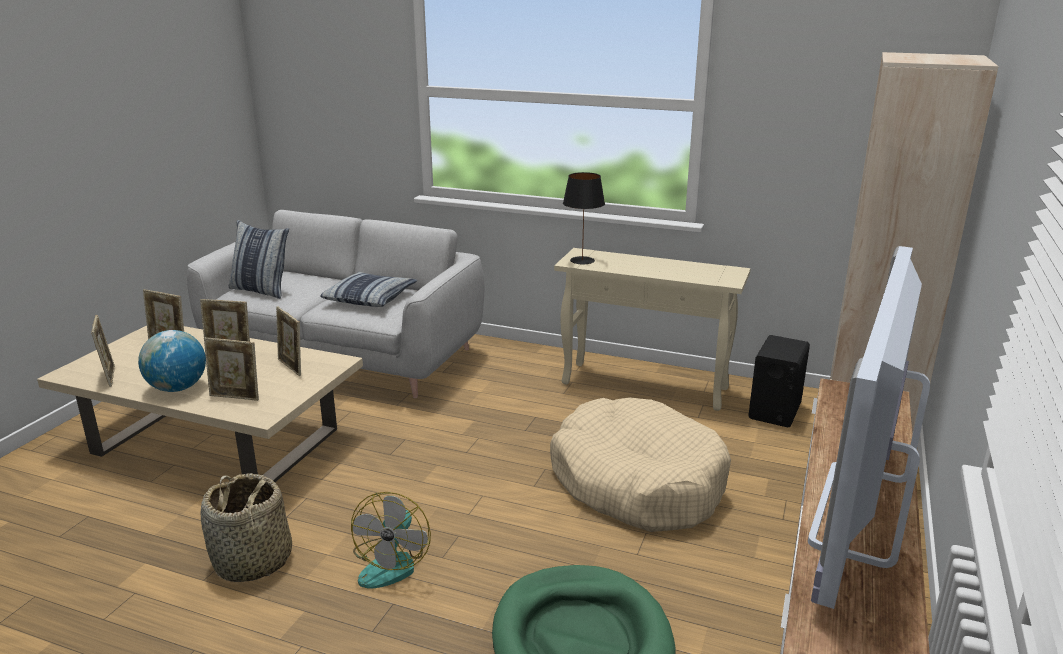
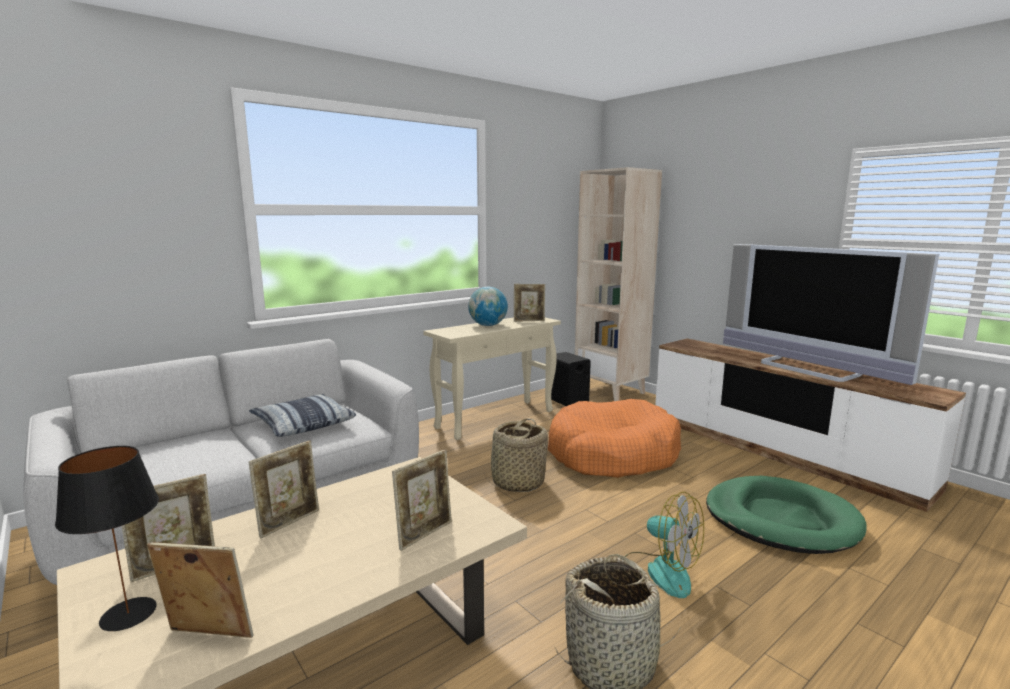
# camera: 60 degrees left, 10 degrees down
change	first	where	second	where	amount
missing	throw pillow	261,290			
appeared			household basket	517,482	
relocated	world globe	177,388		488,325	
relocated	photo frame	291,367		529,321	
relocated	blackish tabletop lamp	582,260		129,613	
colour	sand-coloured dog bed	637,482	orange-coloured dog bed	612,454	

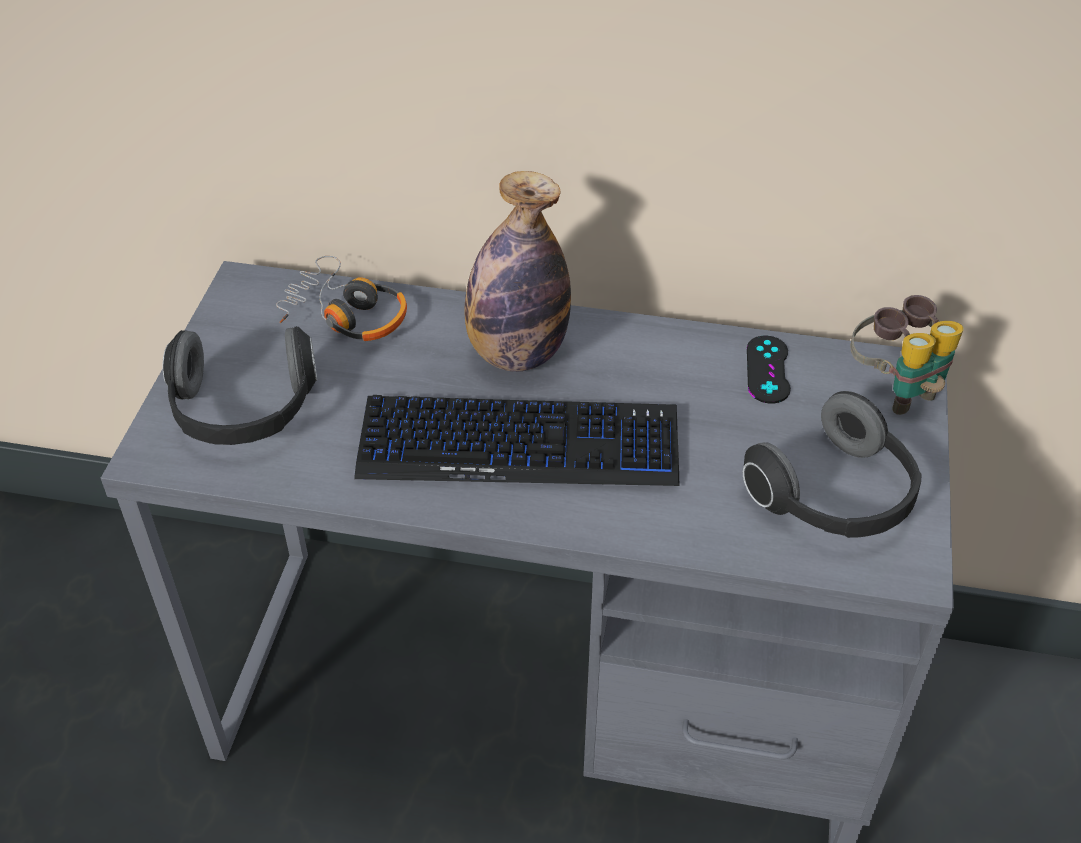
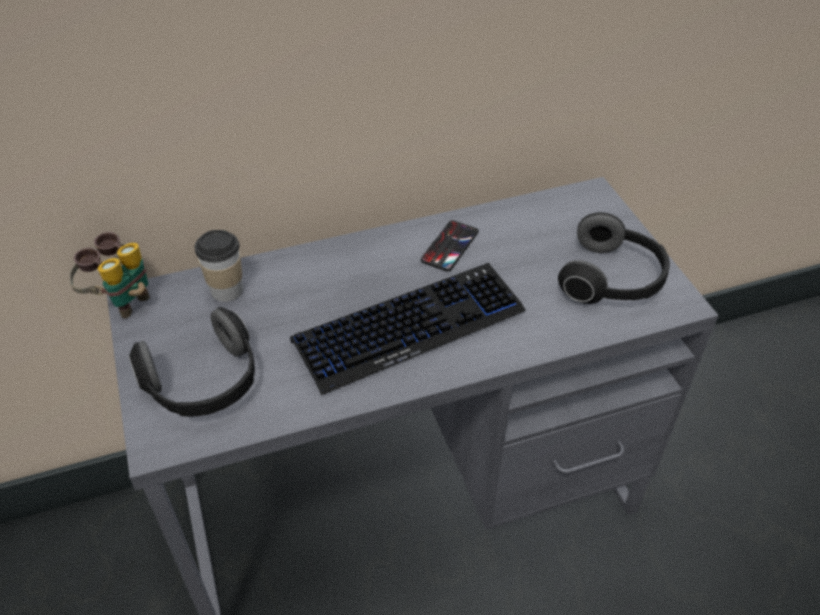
# camera: 30 degrees left, 0 degrees up
change	first	where	second	where	amount
missing	bottle	516,354			
missing	blackish game controller	768,370			
appeared			phone	449,246	
relocated	binoculars	895,387		121,300	
exchanged	pair of headphones	345,314	cup	227,290	

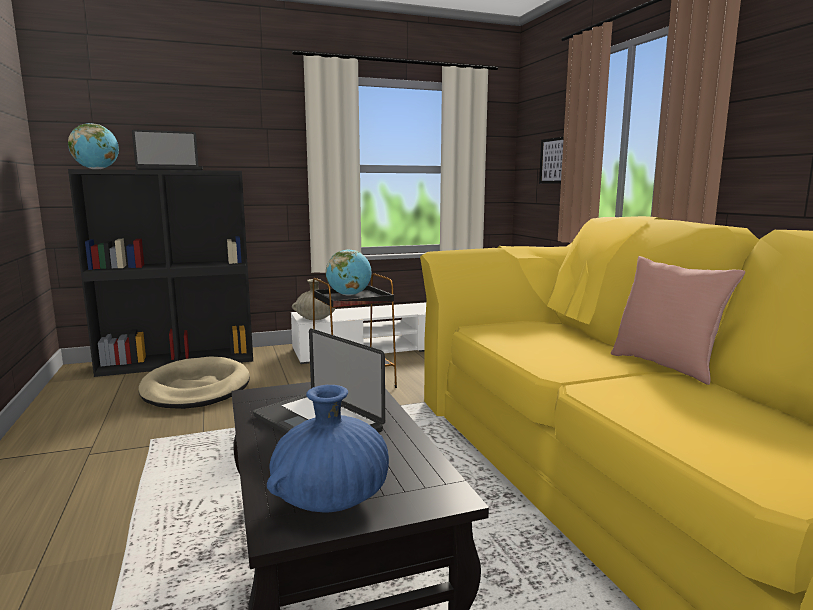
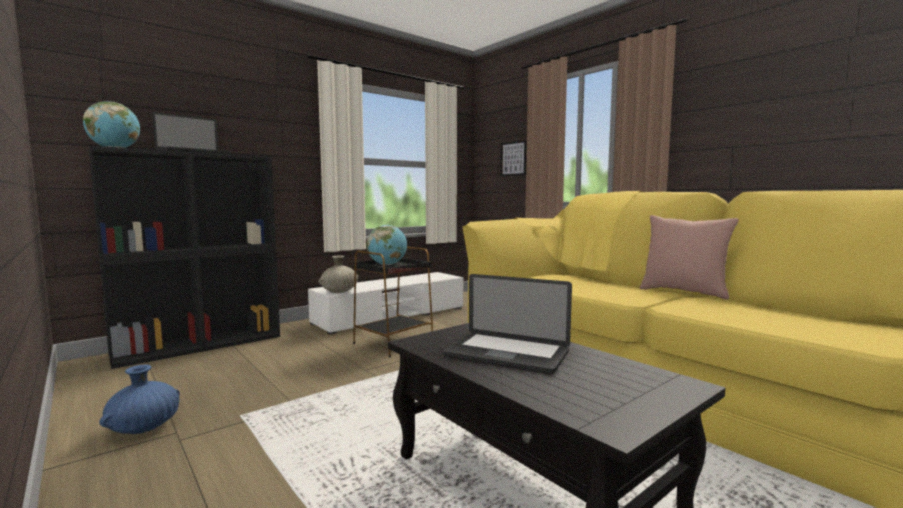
# camera: 20 degrees left, 5 degrees down
change	first	where	second	where	amount
missing	sand-coloured dog bed	196,388			
relocated	blue-coloured vase	332,500		144,428	

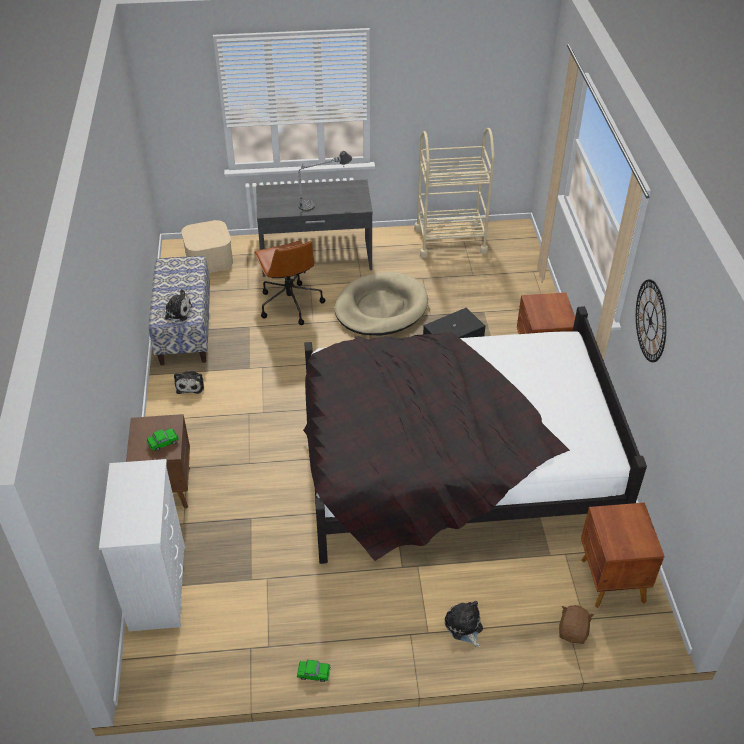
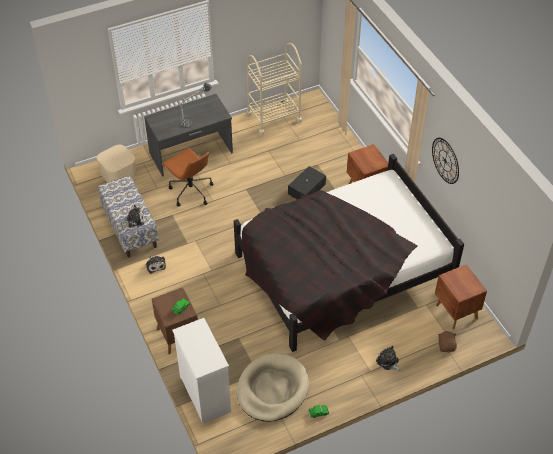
# camera: 20 degrees left, 5 degrees up
change	first	where	second	where	amount
relocated	sand-coloured dog bed	381,308		272,389	

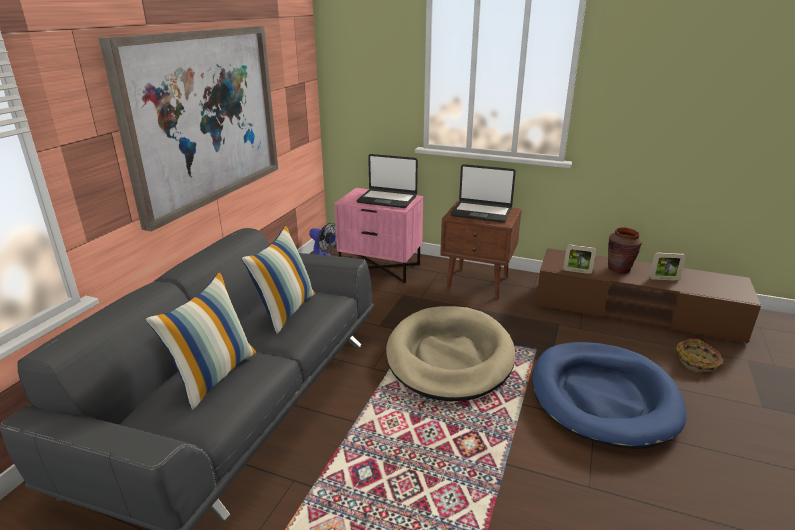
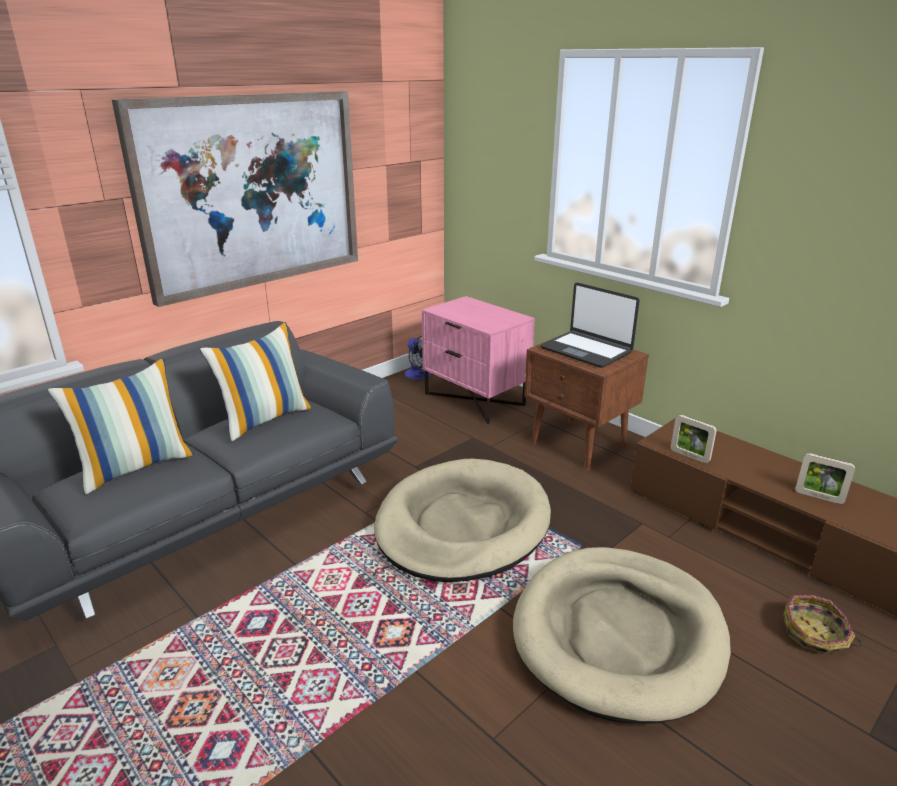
# camera: 25 degrees right, 0 degrees up
change	first	where	second	where	amount
missing	portable computer	387,199			
missing	brownish vase	619,269			
colour	blue-coloured dog bed	603,397	sand-coloured dog bed	618,634	

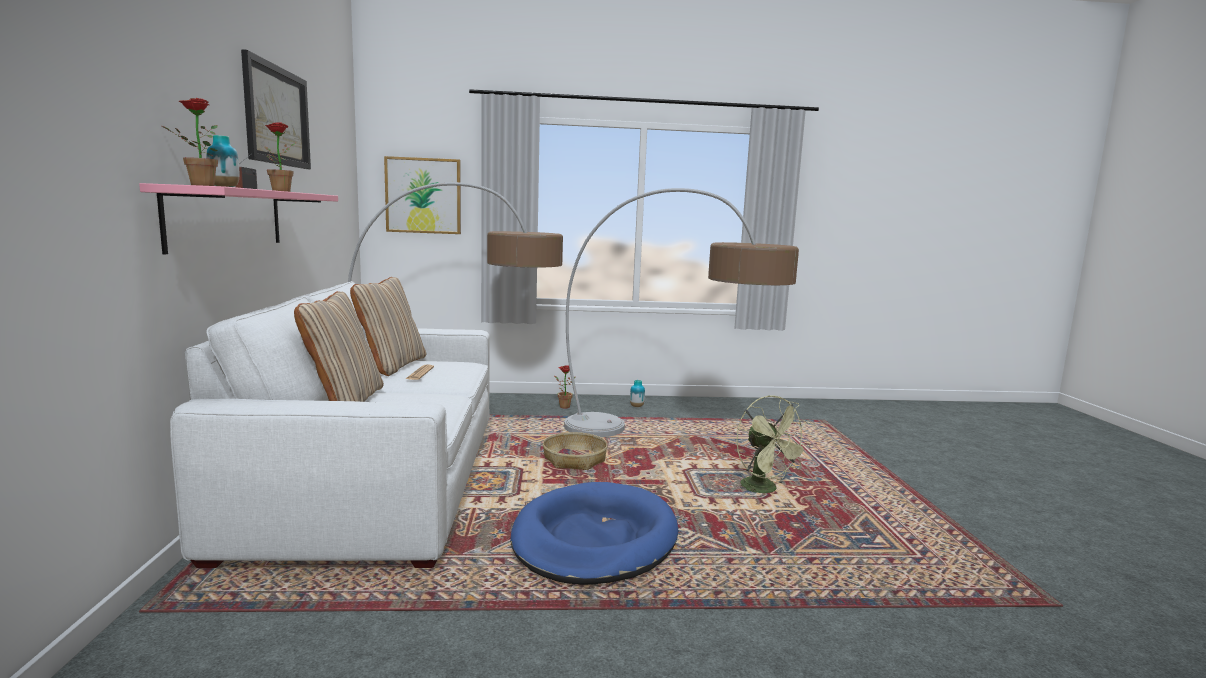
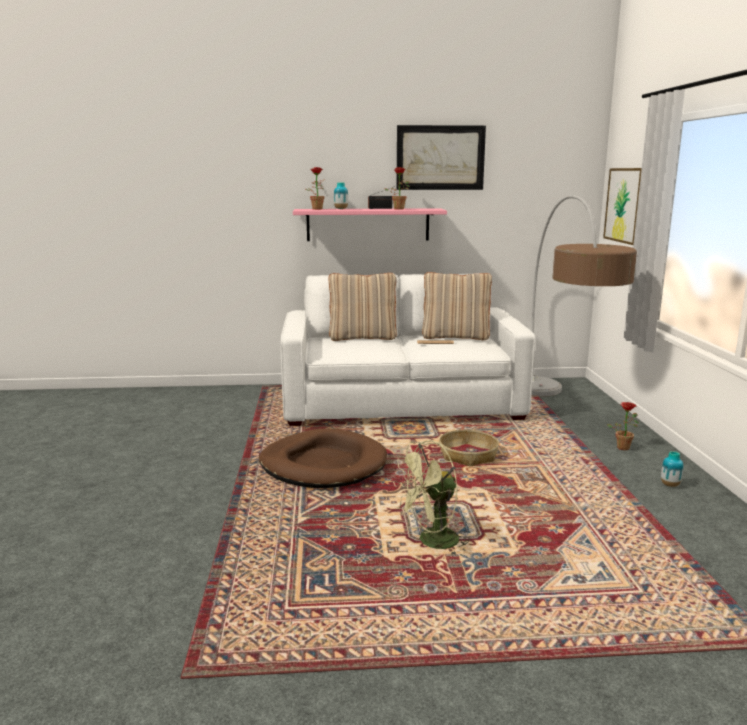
# camera: 90 degrees right, 5 degrees up
change	first	where	second	where	amount
missing	floor lamp	675,440			
colour	blue-coloured dog bed	594,539	brownish dog bed	323,464	

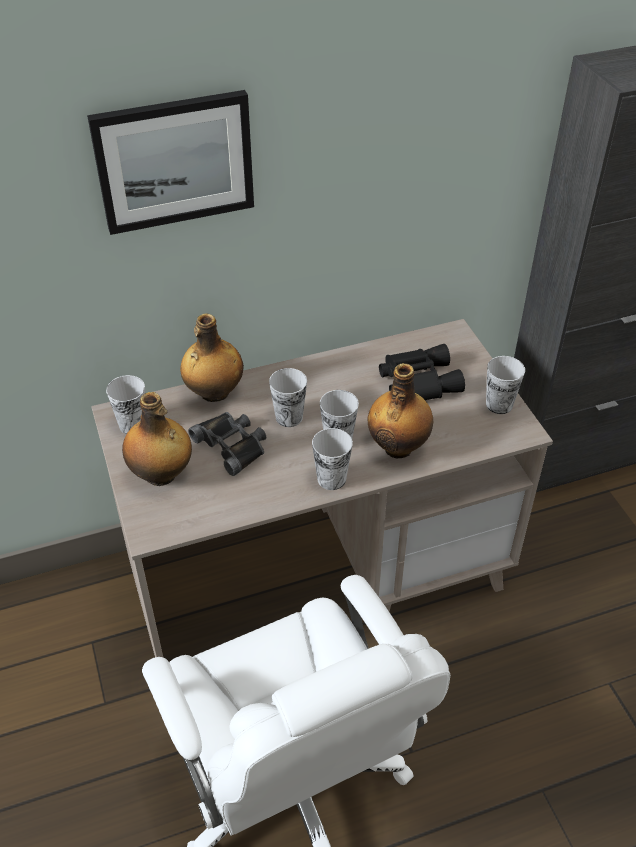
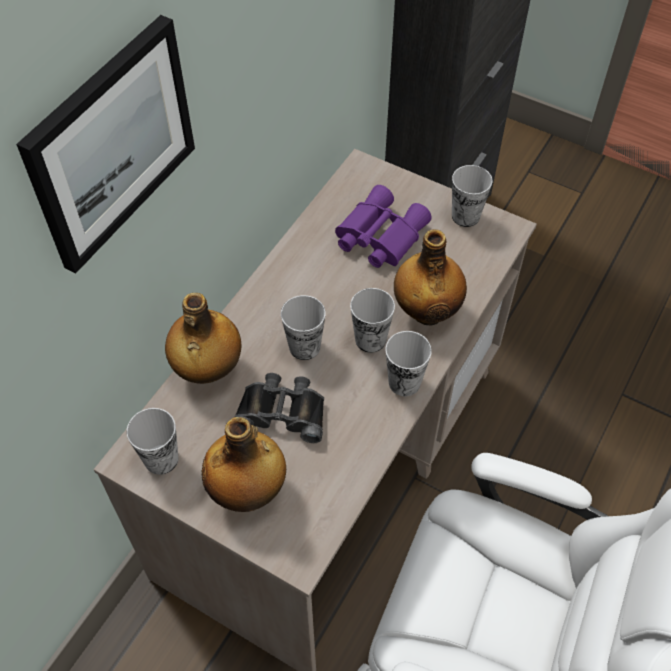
# camera: 40 degrees left, 10 degrees up
change	first	where	second	where	amount
colour	blackish binoculars	417,381	purple-coloured binoculars	378,235	

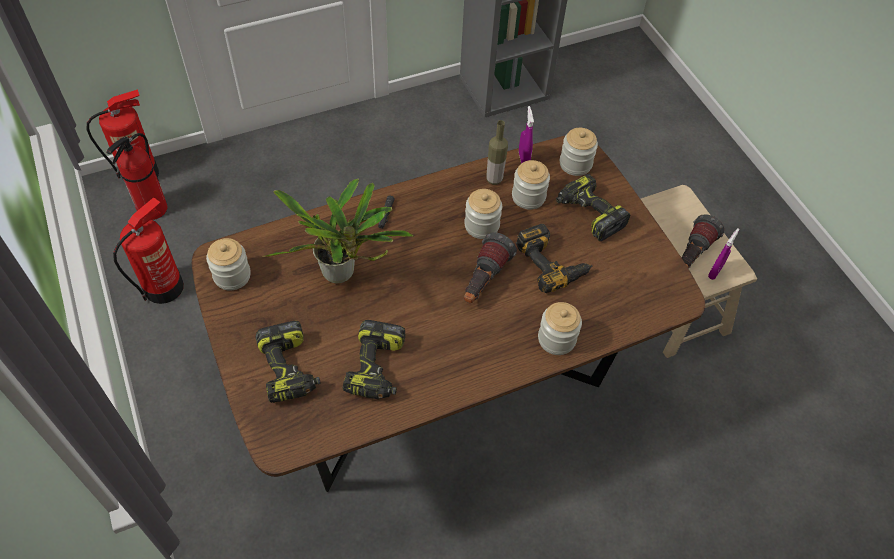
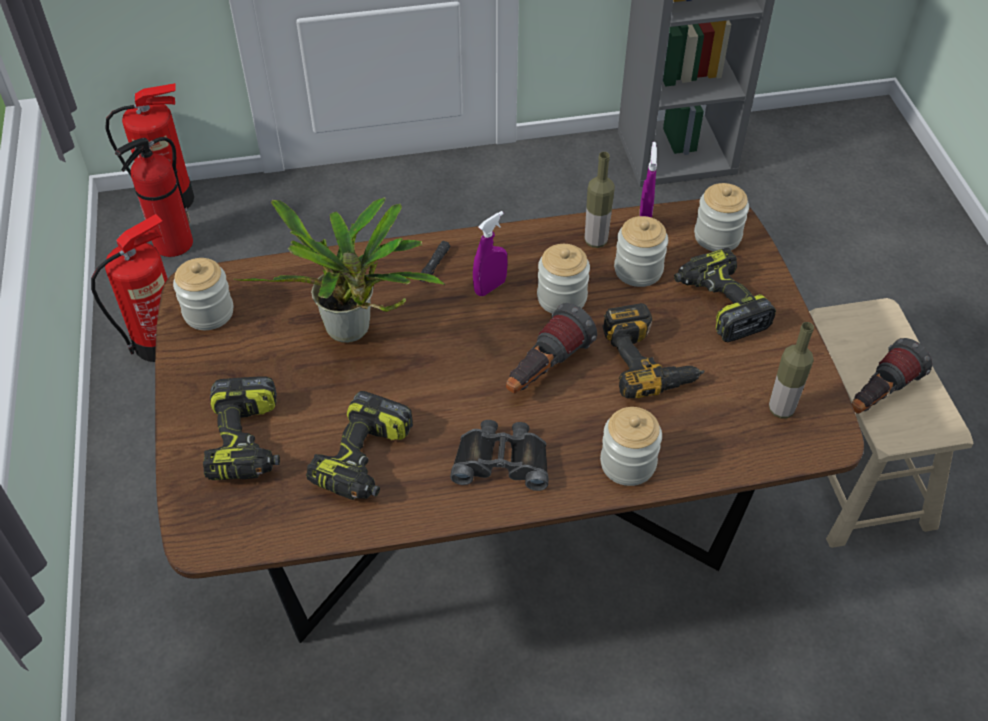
# camera: 15 degrees right, 5 degrees down
change	first	where	second	where	amount
appeared			blackish binoculars	501,460	
appeared			bottle	781,409	
relocated	purple-coloured sprayer	715,272		490,287	

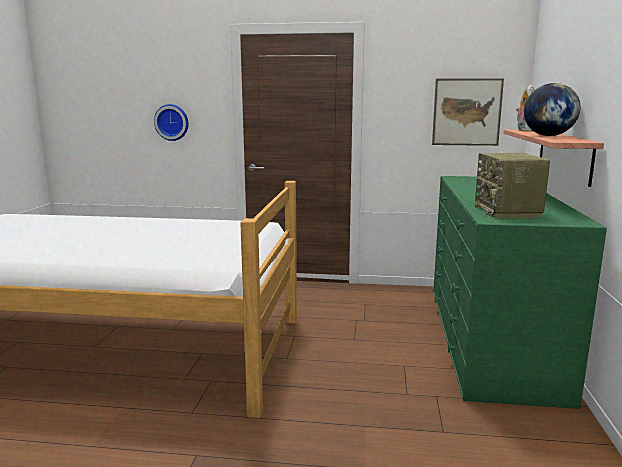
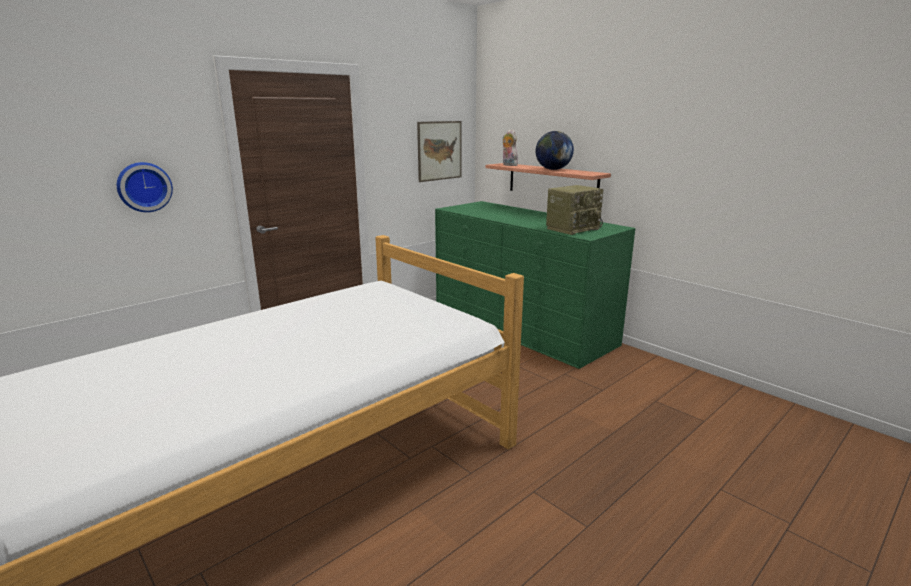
# camera: 50 degrees left, 5 degrees up
change	first	where	second	where	amount
spun	radio receiver	508,211		572,228	75 degrees counterclockwise

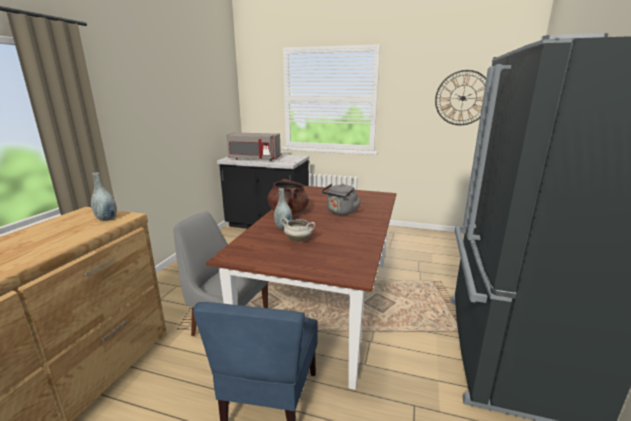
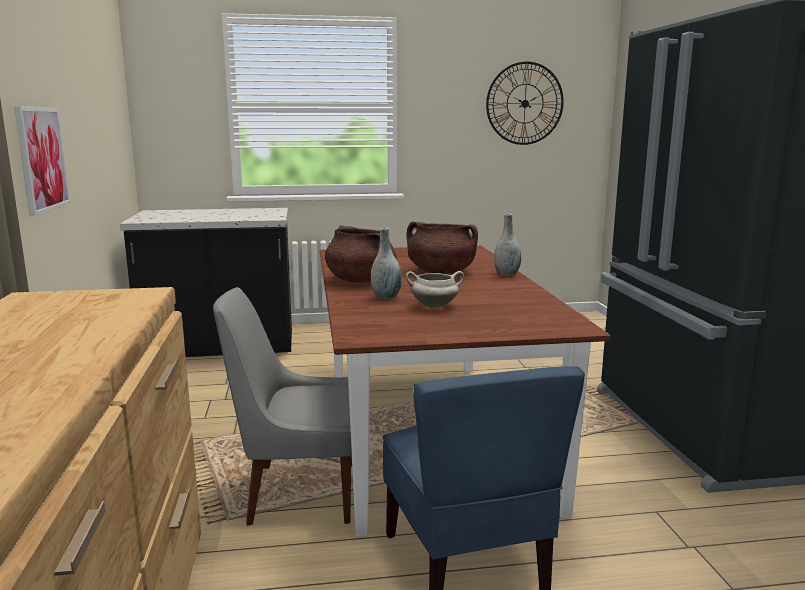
# camera: 25 degrees left, 5 degrees down
change	first	where	second	where	amount
missing	greyish microwave oven	254,159			
appeared			picture	42,159	
relocated	greyish vase	106,219		506,274	
exchanged	greyish tea kettle	340,212	brownish saucepot	441,272	

